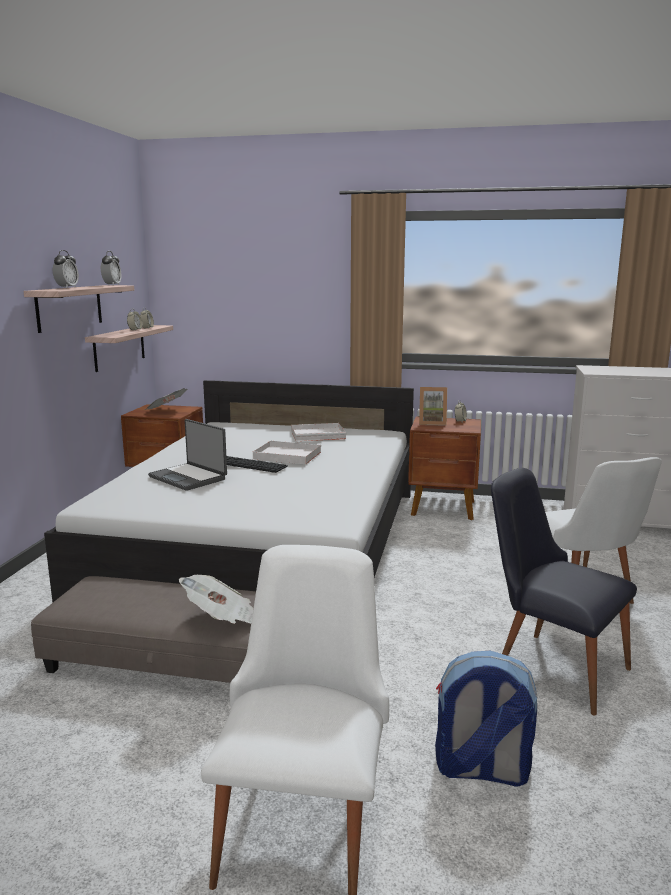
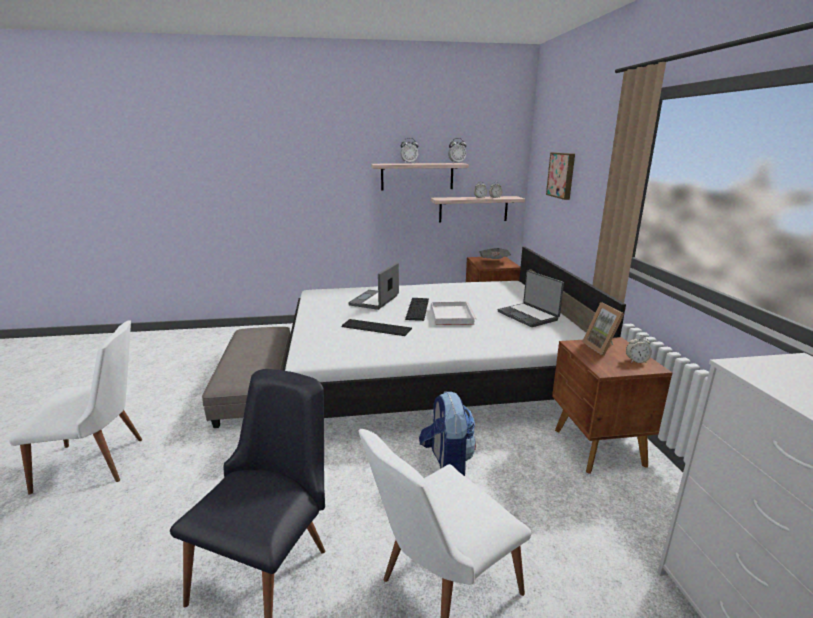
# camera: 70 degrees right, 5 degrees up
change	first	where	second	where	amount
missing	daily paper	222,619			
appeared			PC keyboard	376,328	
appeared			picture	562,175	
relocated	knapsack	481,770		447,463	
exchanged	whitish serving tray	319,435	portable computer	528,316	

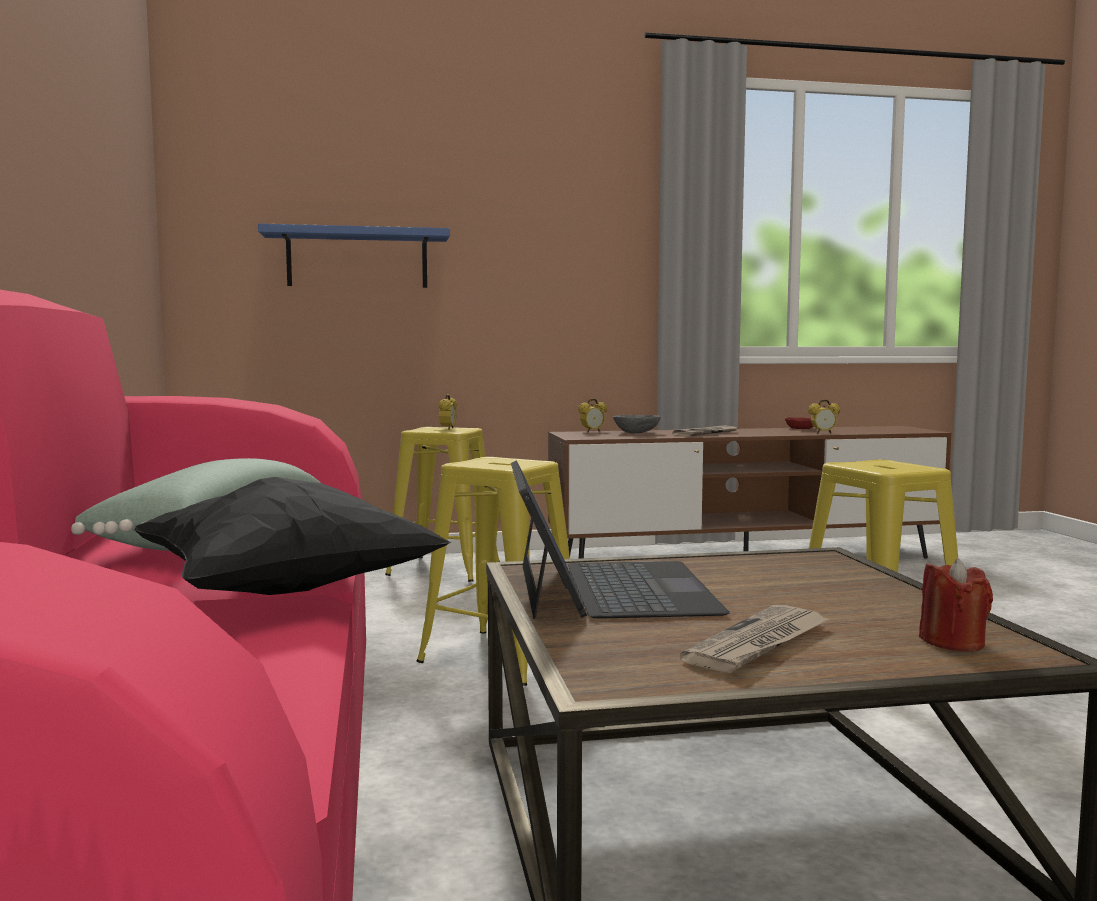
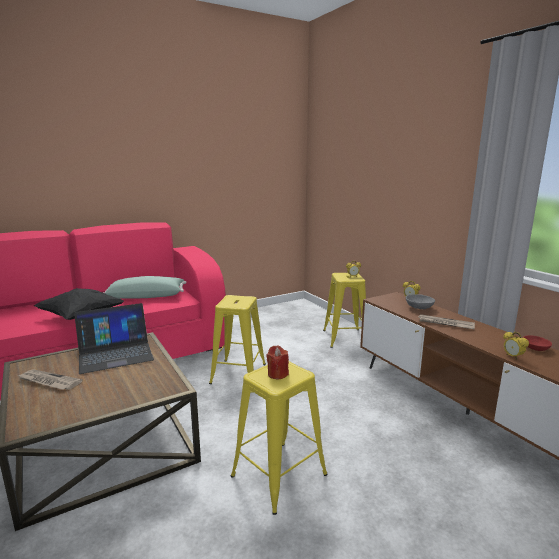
# camera: 70 degrees right, 10 degrees up
change	first	where	second	where	amount
missing	blue-coloured shelf	357,259			
relocated	red wax light	952,642		277,374	

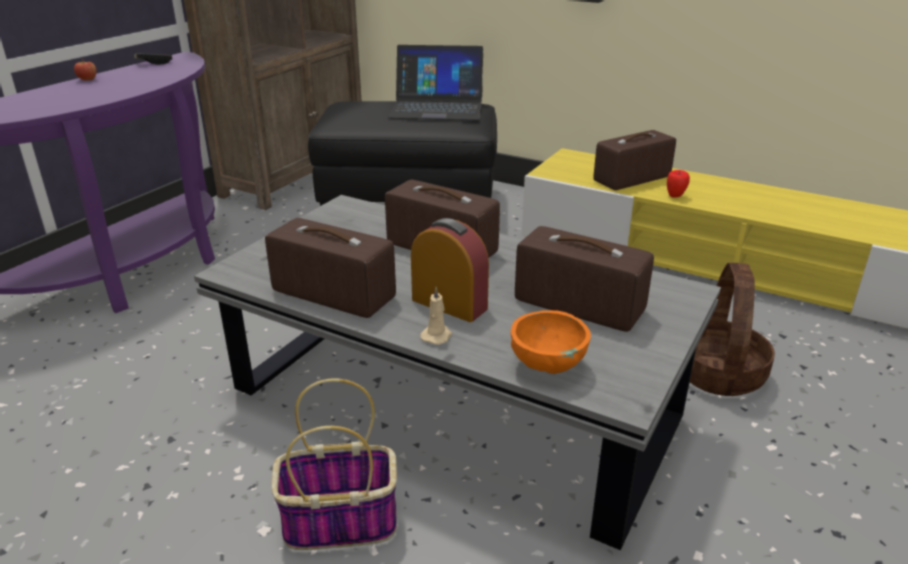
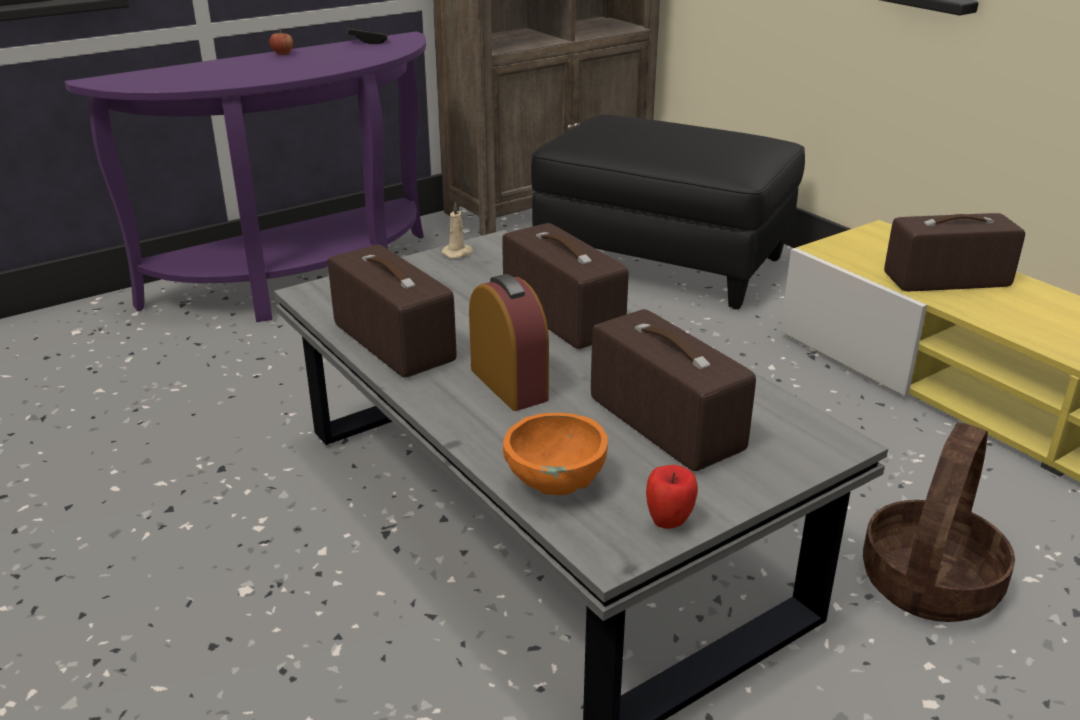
# camera: 25 degrees right, 0 degrees up
change	first	where	second	where	amount
missing	household basket	338,522			
missing	portable computer	437,107			
relocated	sand-coloured wax light	437,336		458,253	
relocated	whole apple	675,196		668,523	

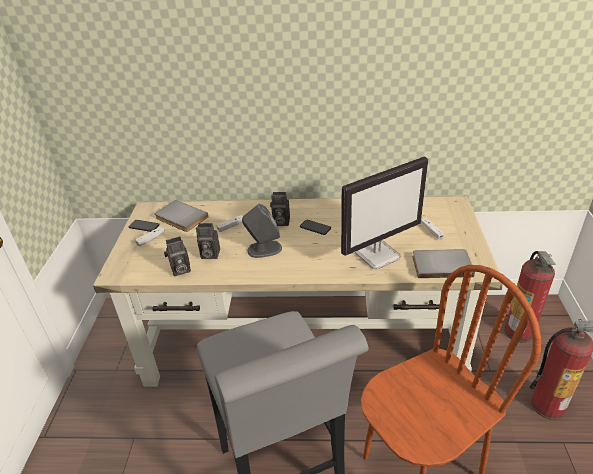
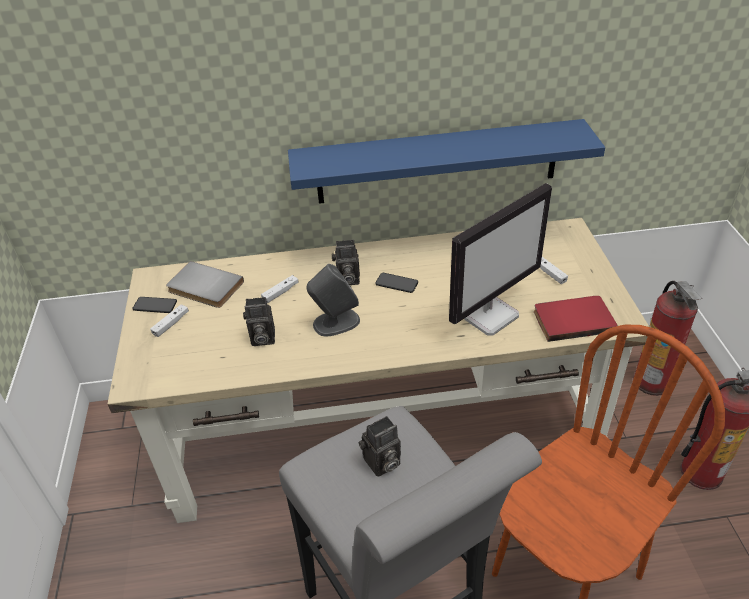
# camera: 10 degrees left, 5 degrees up
change	first	where	second	where	amount
appeared			blue-coloured shelf	437,162	
relocated	photo camera	180,270		381,464	
colour	greyish volume	441,264	red volume	572,319	

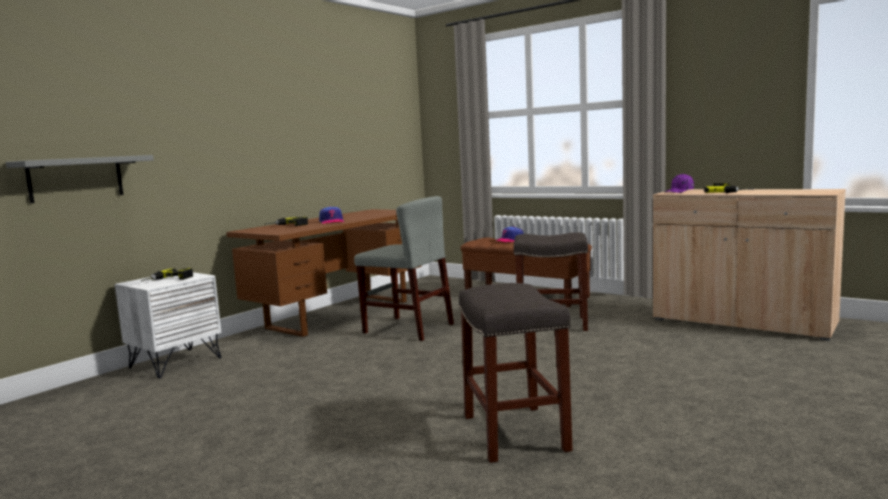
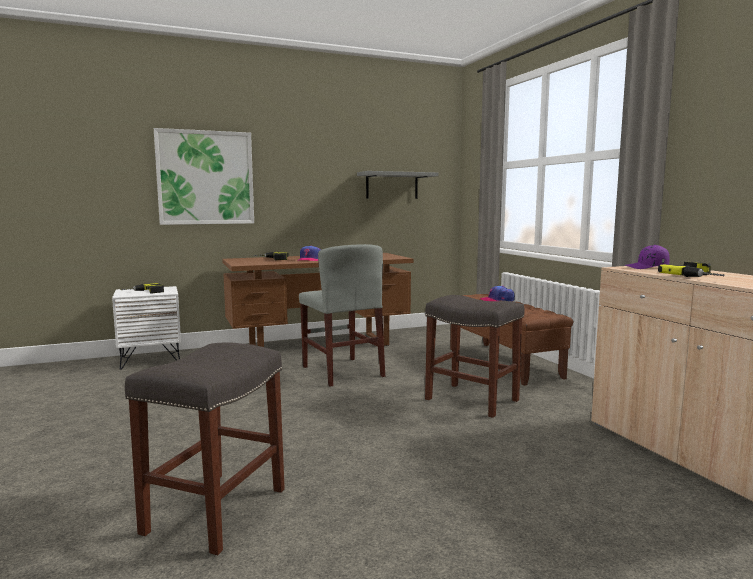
# camera: 30 degrees right, 0 degrees up
change	first	where	second	where	amount
appeared			picture	205,178	
relocated	greyish shelf	76,179		392,185	

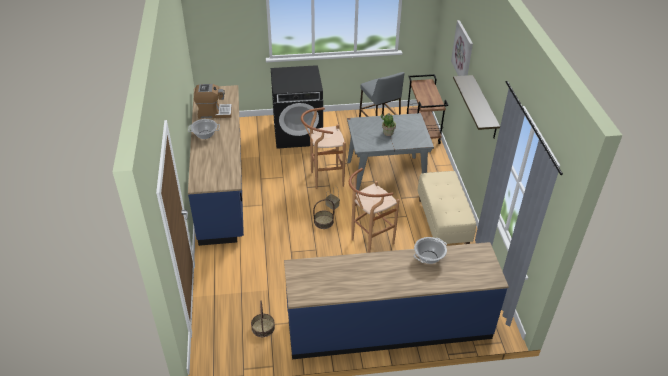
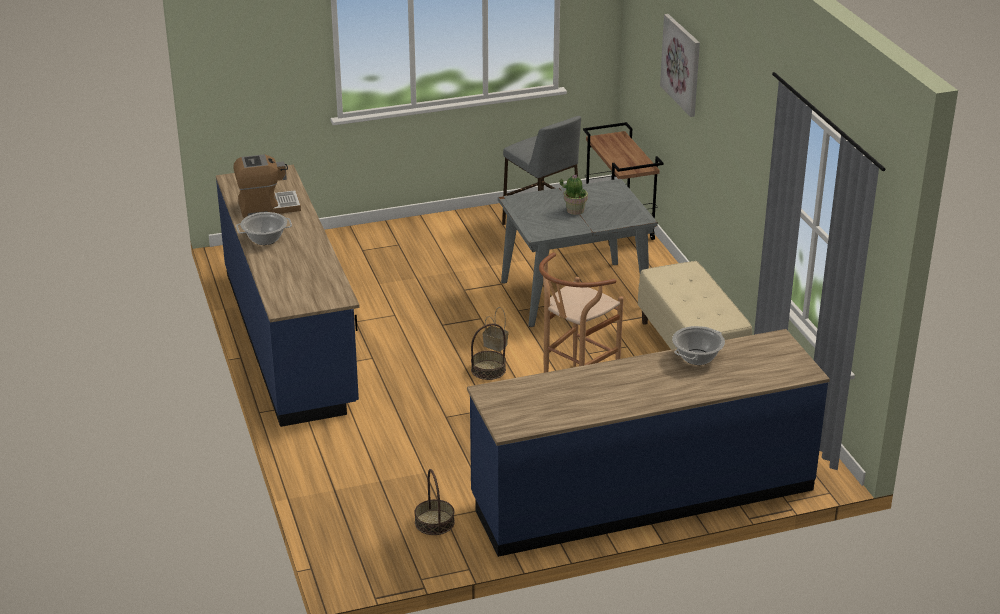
# camera: 10 degrees left, 10 degrees down
change	first	where	second	where	amount
missing	blackish laundry appliance	298,133			
missing	brownish stool seat	323,179			
missing	shelf	484,107			

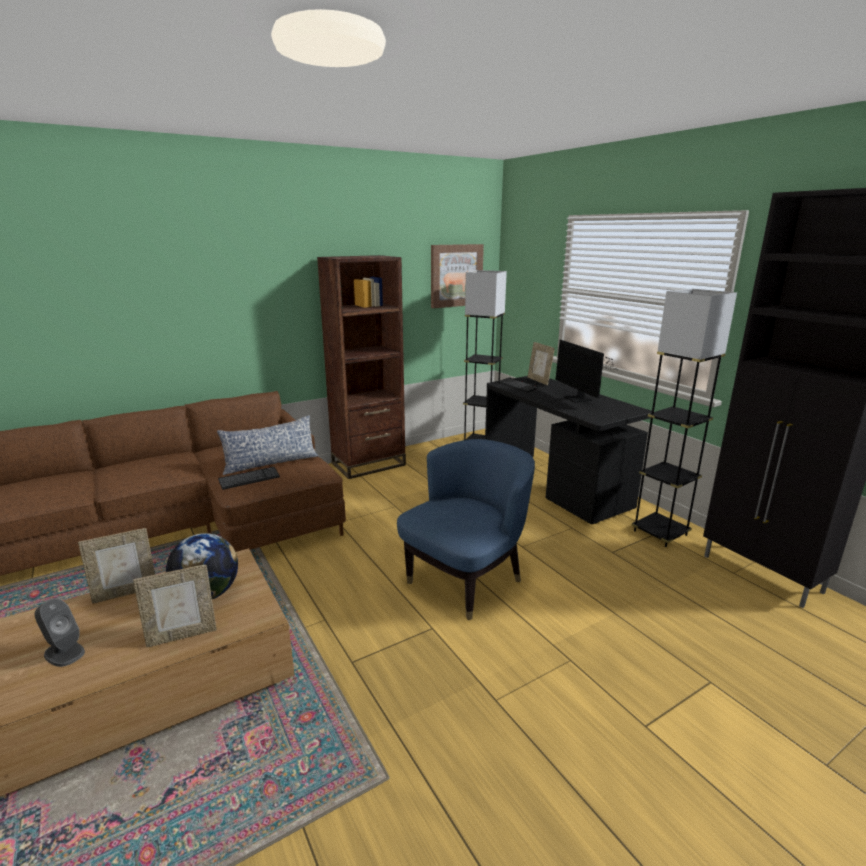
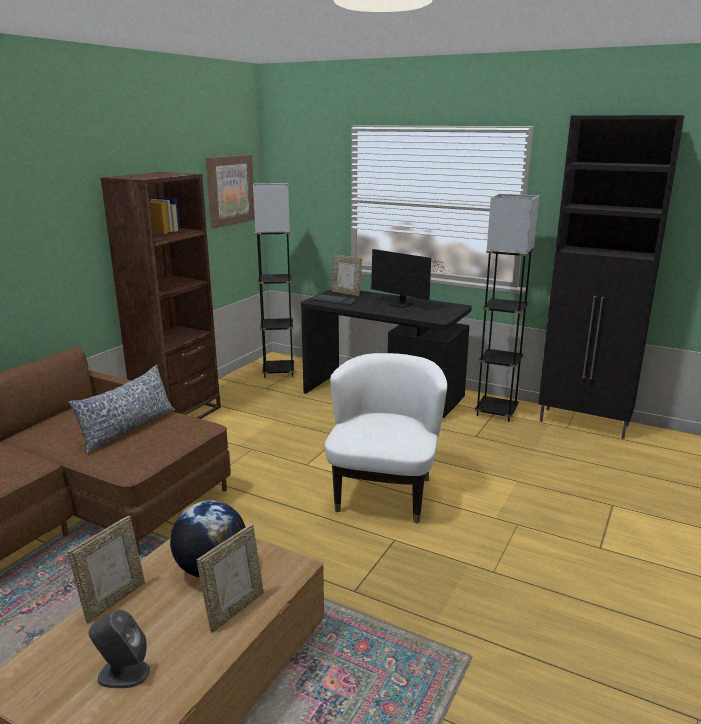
# camera: 30 degrees left, 0 degrees up
change	first	where	second	where	amount
missing	PC keyboard	249,479			
colour	blue-coloured easy chair	466,580	whitish easy chair	384,493	

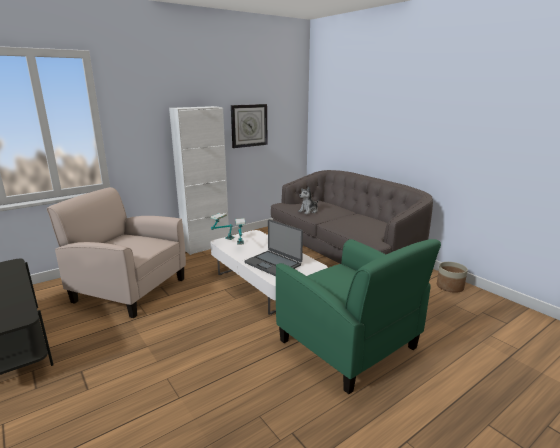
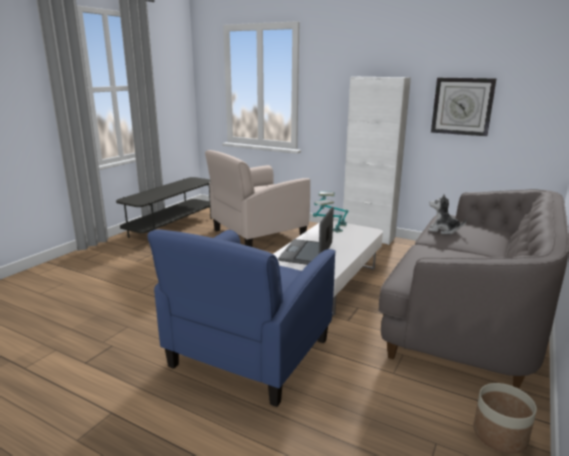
# camera: 65 degrees right, 0 degrees up
change	first	where	second	where	amount
colour	green-coloured easy chair	349,345	blue-coloured easy chair	249,354	
spun	sand-coloured easy chair	129,290		257,234	120 degrees counterclockwise

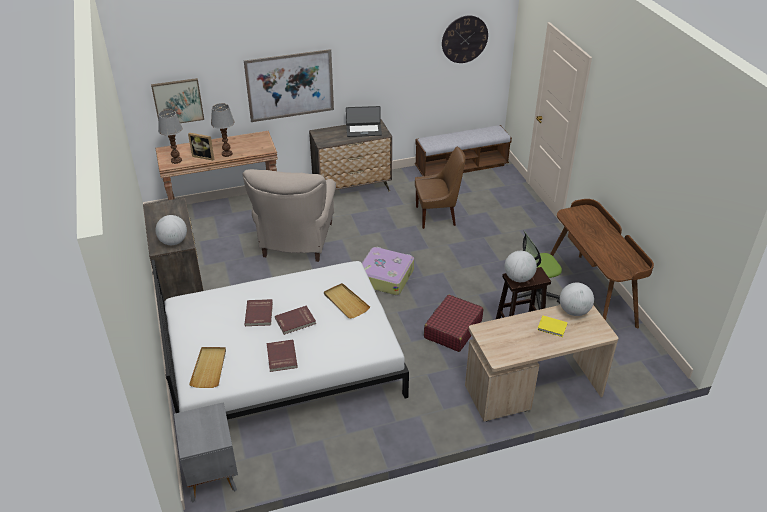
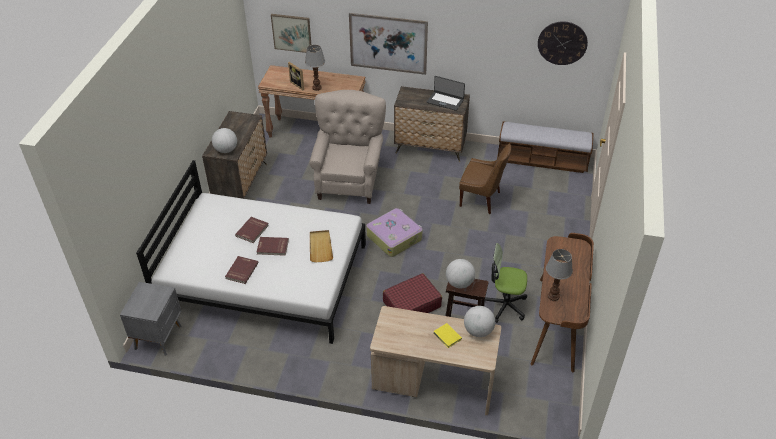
# camera: 30 degrees right, 5 degrees up
change	first	where	second	where	amount
missing	sand-coloured serving tray	209,368			
relocated	tabletop lamp	176,160		553,296	
spun	sand-coloured easy chair	296,242		349,180	150 degrees clockwise

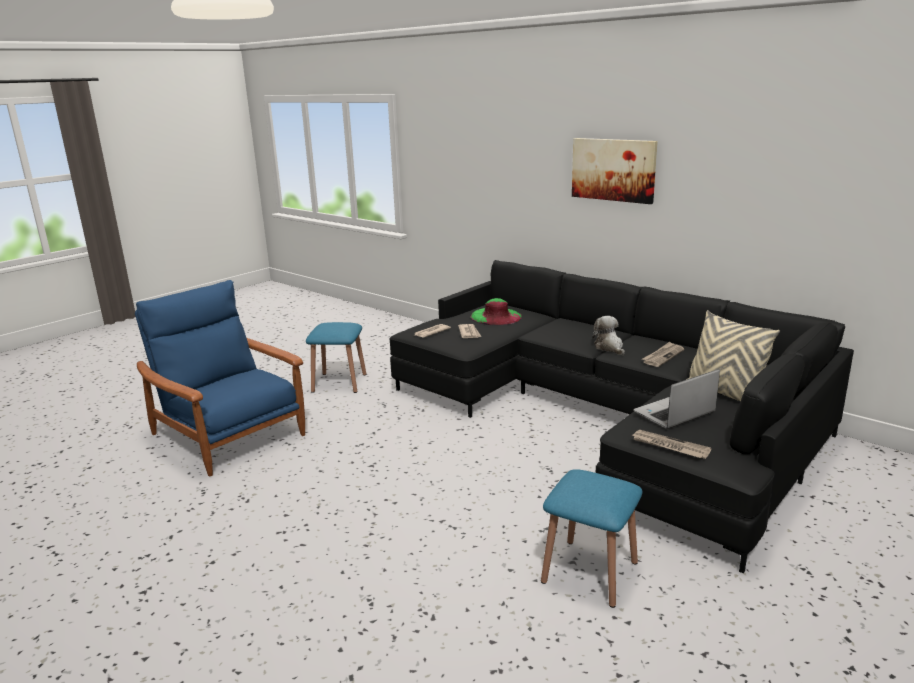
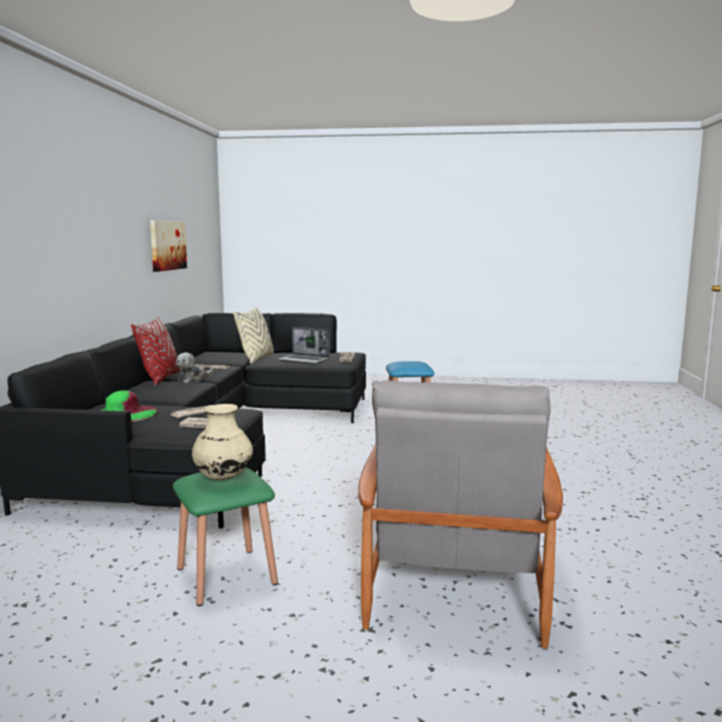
# camera: 125 degrees left, 10 degrees down
change	first	where	second	where	amount
appeared			red throw pillow	160,378	
appeared			sand-coloured vase	223,477	
relocated	picture	613,169		167,245	
colour	blue-coloured easy chair	229,435	greyish easy chair	455,581	
colour	blue-coloured stool seat	339,383	green-coloured stool seat	226,576	

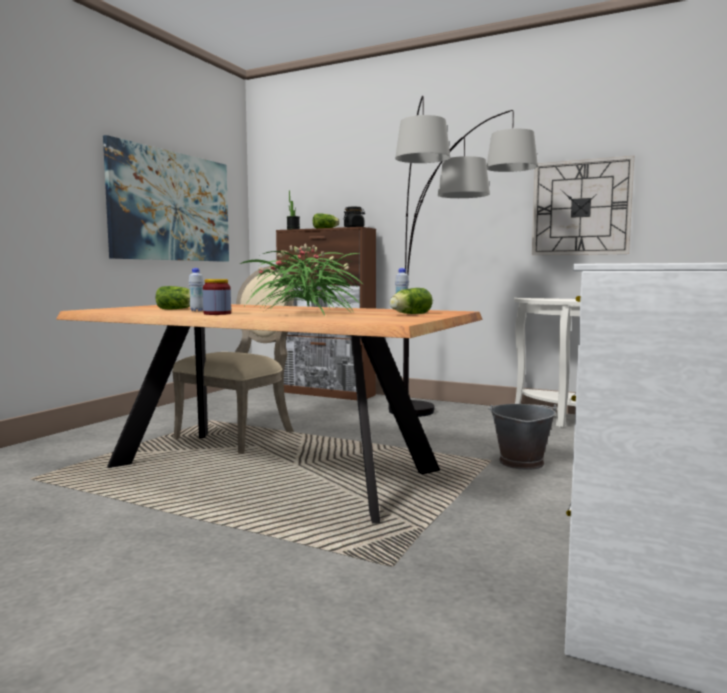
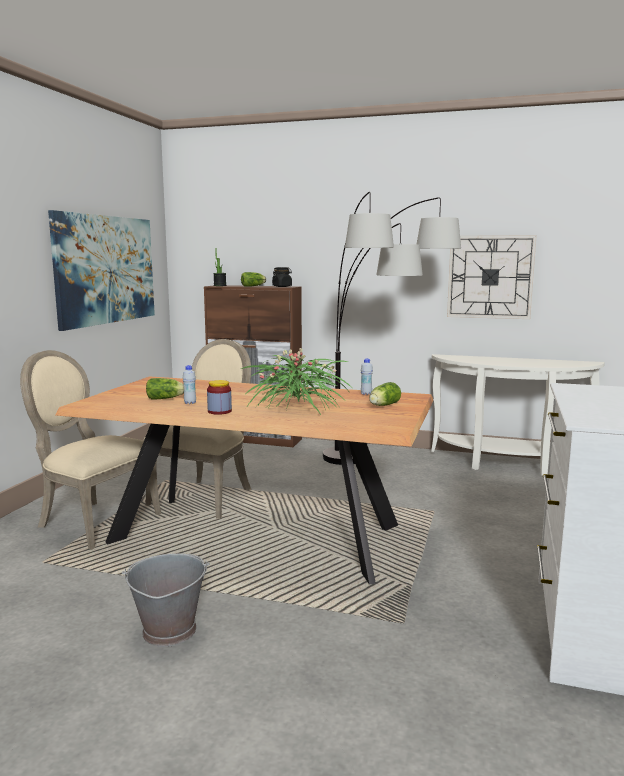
# camera: 10 degrees left, 5 degrees up
change	first	where	second	where	amount
appeared			sand-coloured chair	93,521	
relocated	greyish pail	520,462		168,630	

